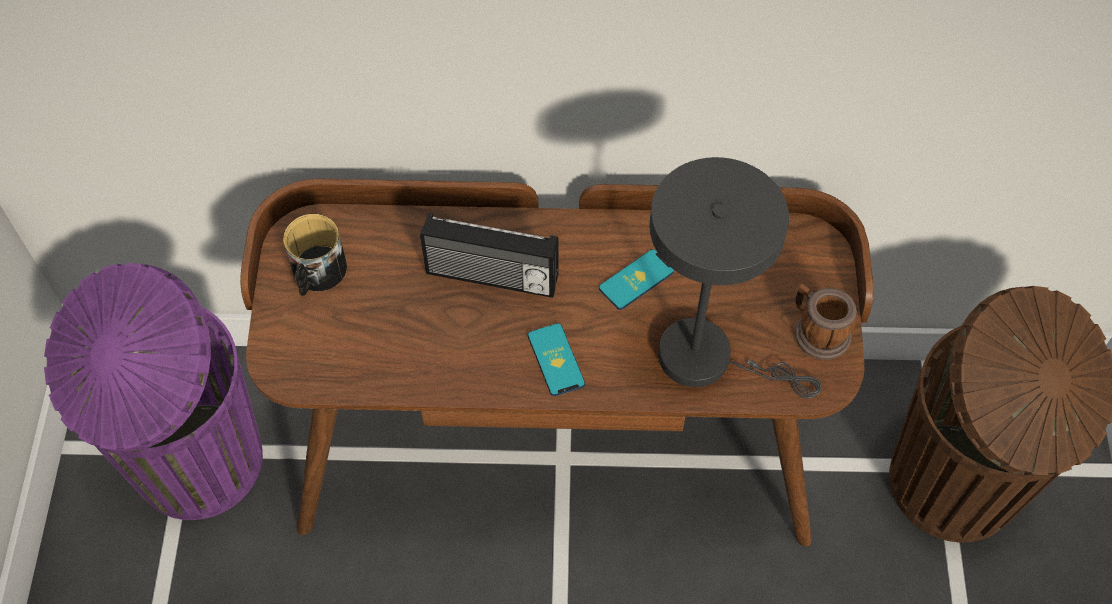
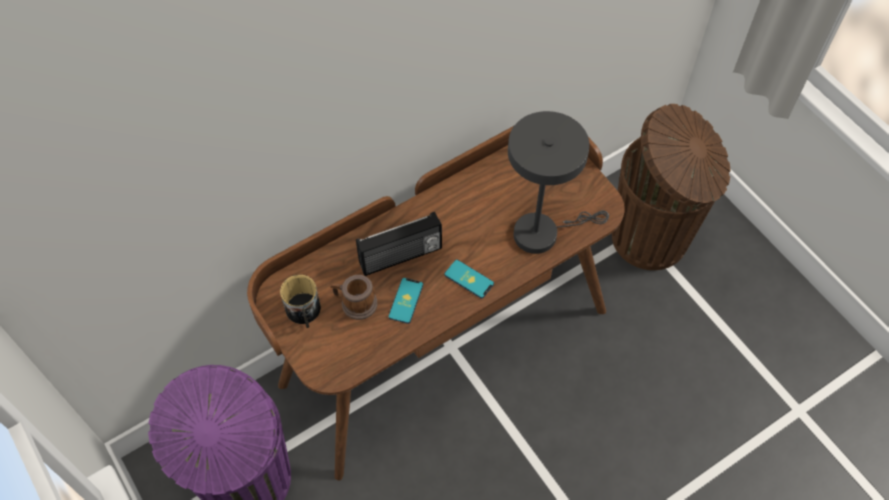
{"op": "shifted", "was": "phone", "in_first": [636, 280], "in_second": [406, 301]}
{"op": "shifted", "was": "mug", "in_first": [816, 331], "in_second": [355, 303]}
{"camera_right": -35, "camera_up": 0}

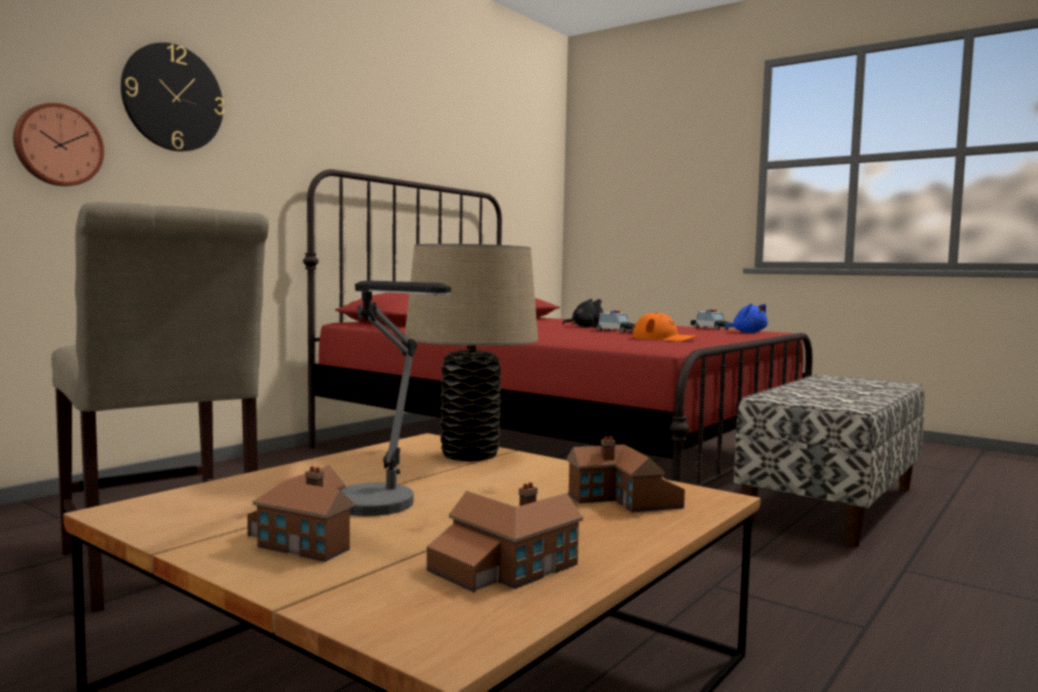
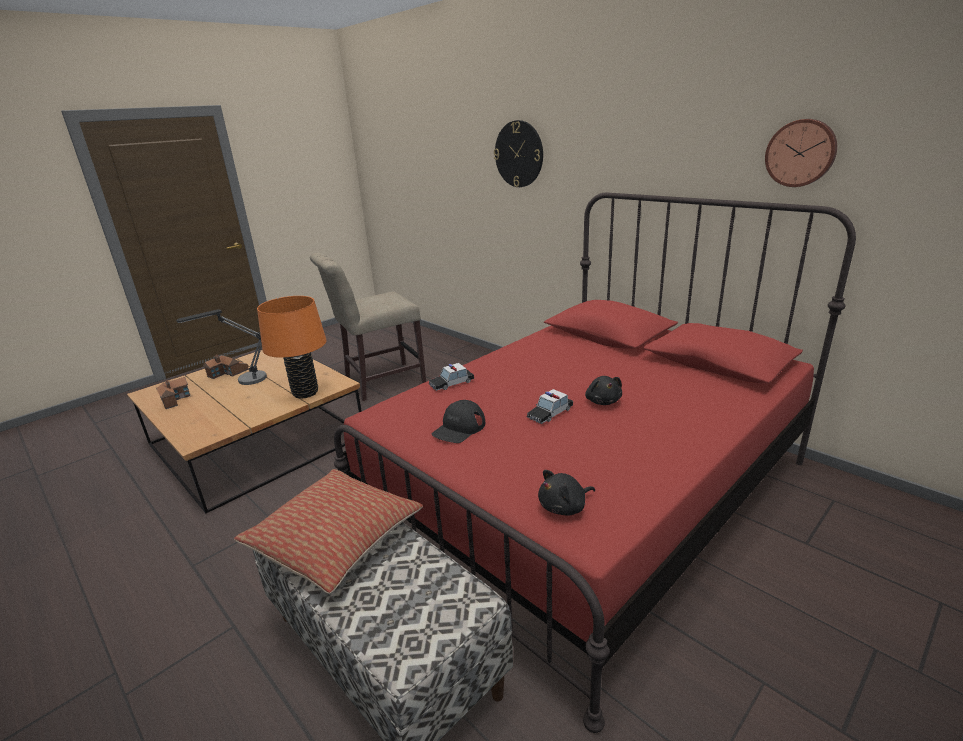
{"op": "shifted", "was": "wall clock", "in_first": [58, 145], "in_second": [801, 153]}
{"op": "repainted", "was": "beige table lamp", "now": "orange table lamp", "in_first": [469, 455], "in_second": [305, 393]}
{"op": "repainted", "was": "blue plush toy", "now": "black plush toy", "in_first": [748, 332], "in_second": [565, 507]}
{"op": "shifted", "was": "toy car", "in_first": [712, 328], "in_second": [451, 383]}
{"op": "repainted", "was": "orange cap", "now": "black cap", "in_first": [664, 338], "in_second": [459, 428]}
{"op": "gone", "was": "toy house", "in_first": [624, 501]}
{"op": "new", "now": "pillow", "in_second": [336, 540]}
{"camera_right": 100, "camera_up": 20}

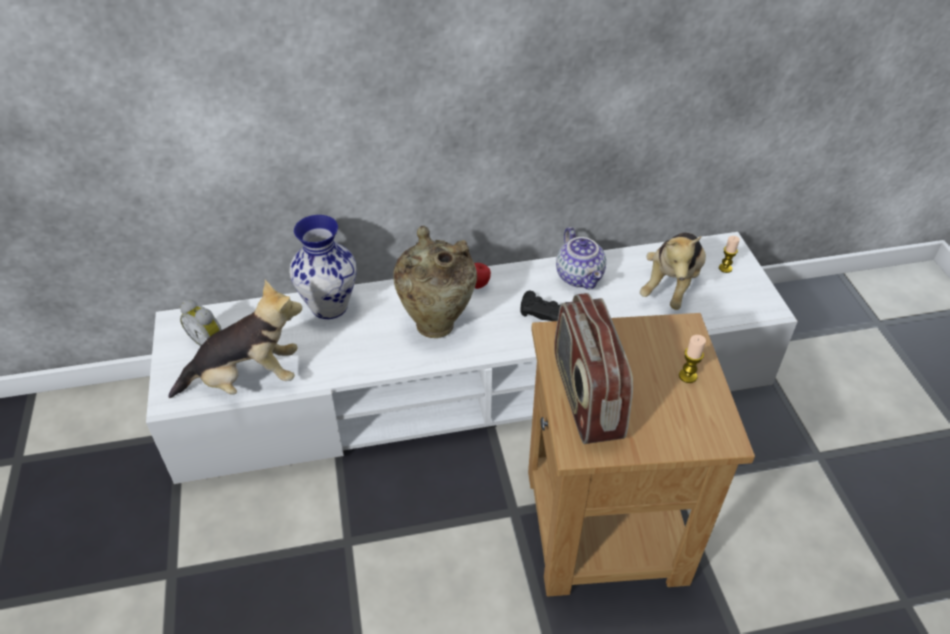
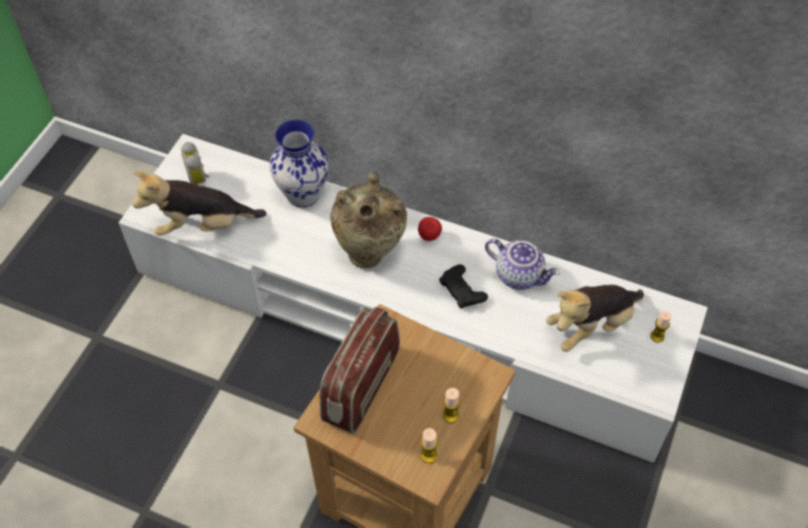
{"op": "rotated", "was": "teapot", "in_first": [580, 277], "in_second": [520, 275], "clockwise": -75}
{"op": "rotated", "was": "plush toy", "in_first": [247, 379], "in_second": [203, 225], "clockwise": 150}
{"op": "new", "now": "candle", "in_second": [428, 455]}
{"camera_right": 35, "camera_up": 10}

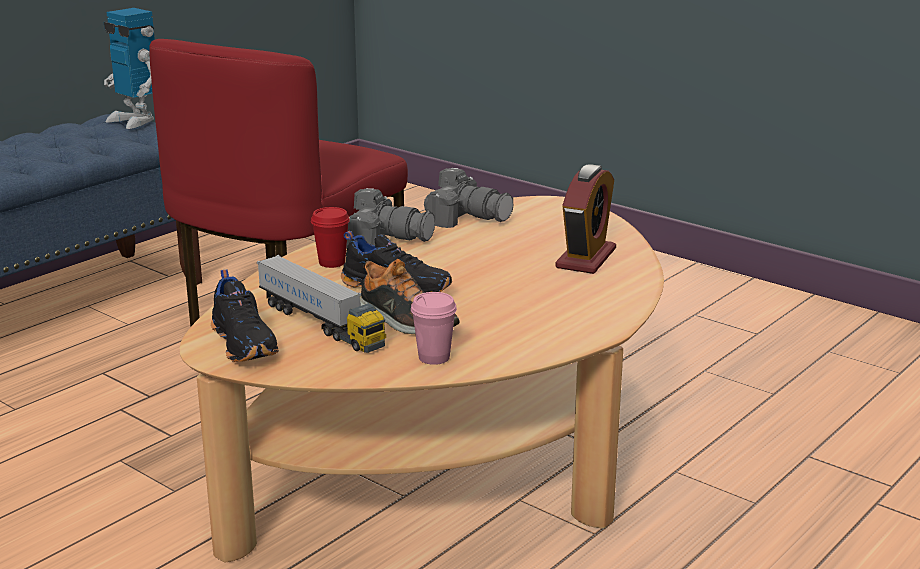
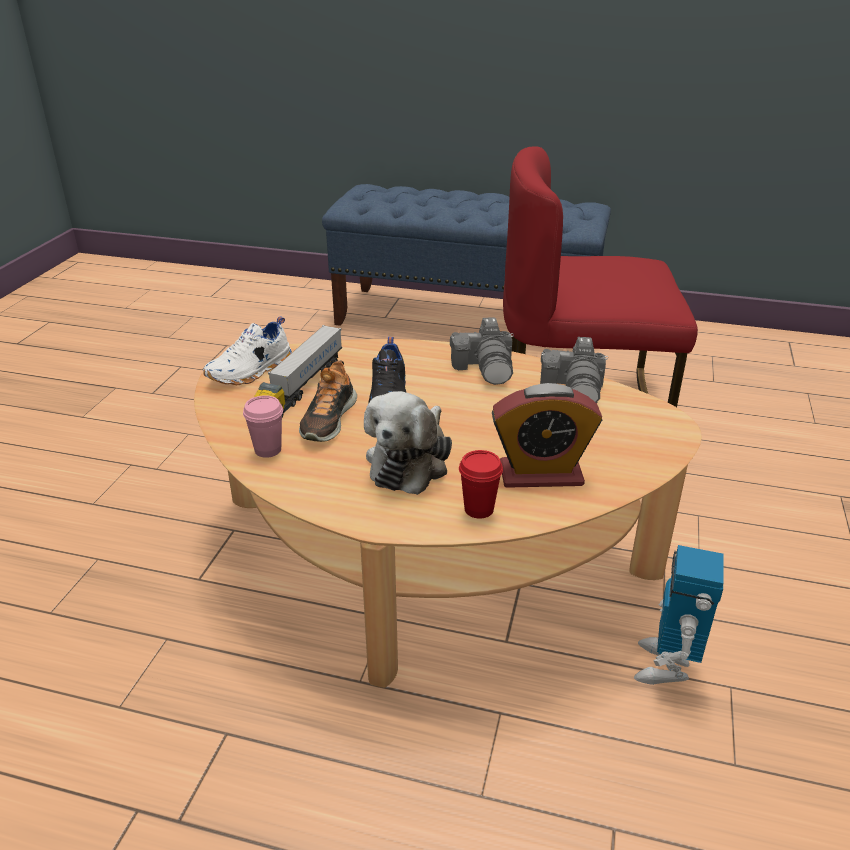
{"op": "shifted", "was": "toy robot", "in_first": [135, 121], "in_second": [666, 666]}
{"op": "shifted", "was": "red cup", "in_first": [332, 263], "in_second": [478, 509]}
{"op": "repainted", "was": "black shoe", "now": "white shoe", "in_first": [245, 344], "in_second": [251, 371]}
{"op": "new", "now": "plush toy", "in_second": [410, 461]}
{"camera_right": 65, "camera_up": 10}

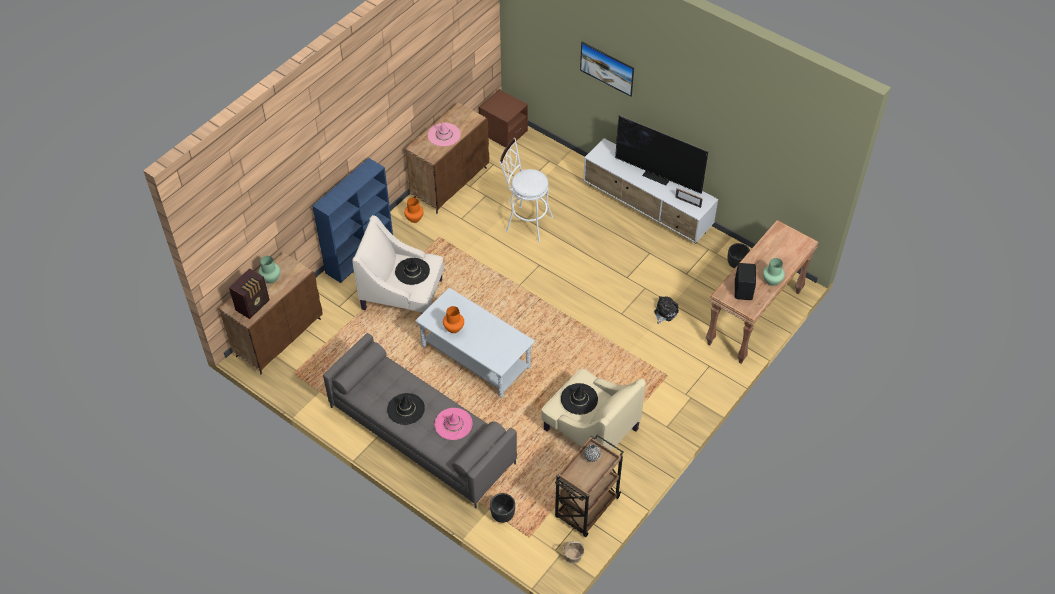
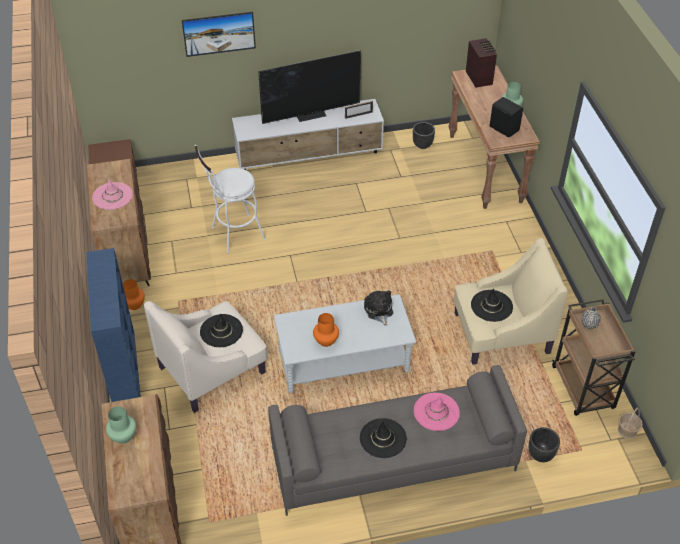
{"op": "shifted", "was": "radio", "in_first": [253, 305], "in_second": [479, 77]}
{"op": "shifted", "was": "plush toy", "in_first": [665, 312], "in_second": [379, 311]}
{"camera_right": -50, "camera_up": -5}

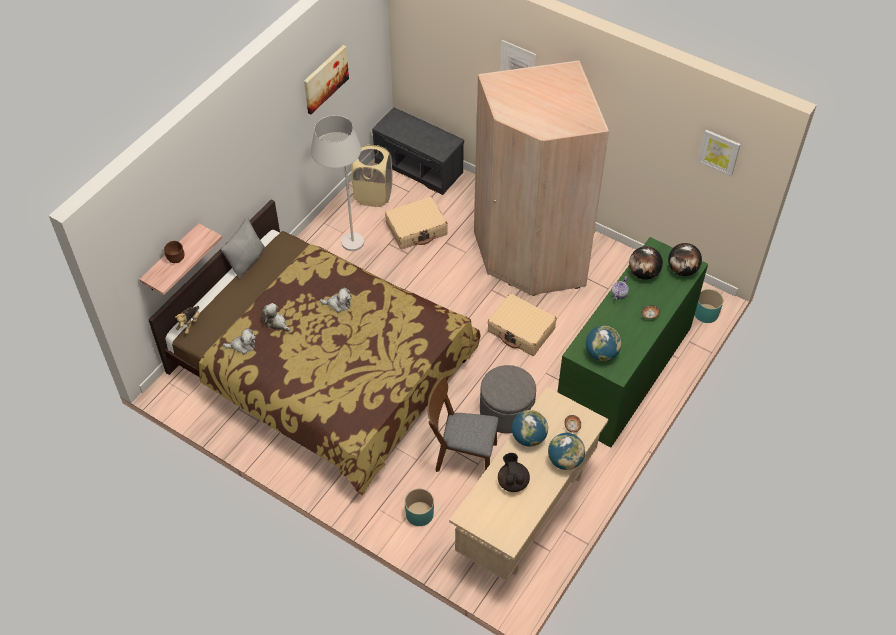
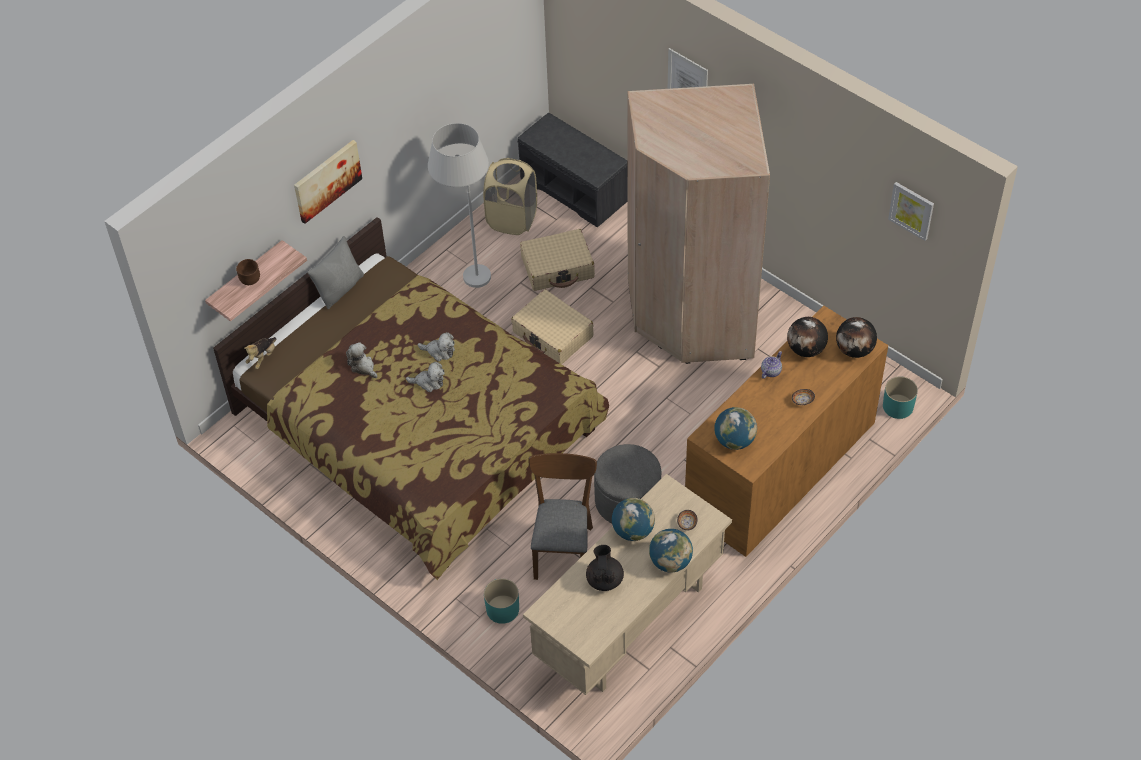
{"op": "shifted", "was": "picture", "in_first": [325, 79], "in_second": [327, 180]}
{"op": "repainted", "was": "green dresser", "now": "brown dresser", "in_first": [624, 371], "in_second": [780, 467]}
{"op": "shifted", "was": "beige suitcase", "in_first": [521, 330], "in_second": [553, 335]}
{"op": "shifted", "was": "plush toy", "in_first": [242, 346], "in_second": [428, 382]}
{"op": "rotated", "was": "brown chair", "in_first": [461, 455], "in_second": [563, 547], "clockwise": 75}
{"camera_right": 10, "camera_up": 0}

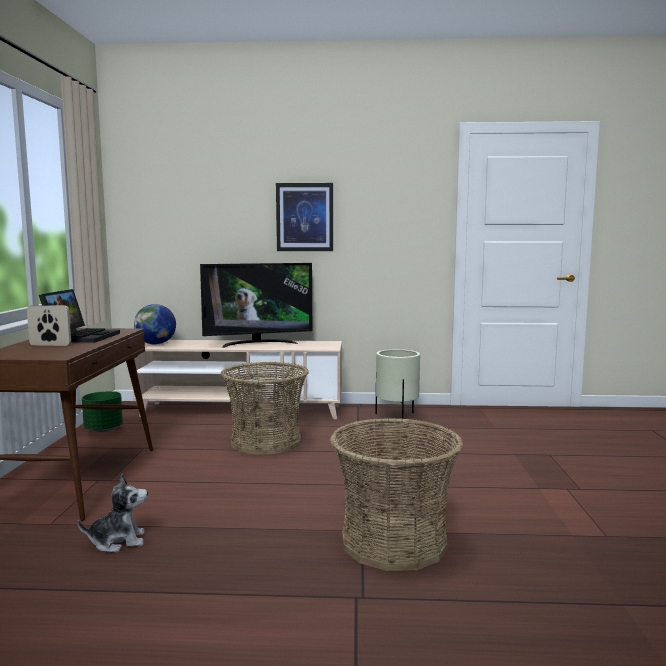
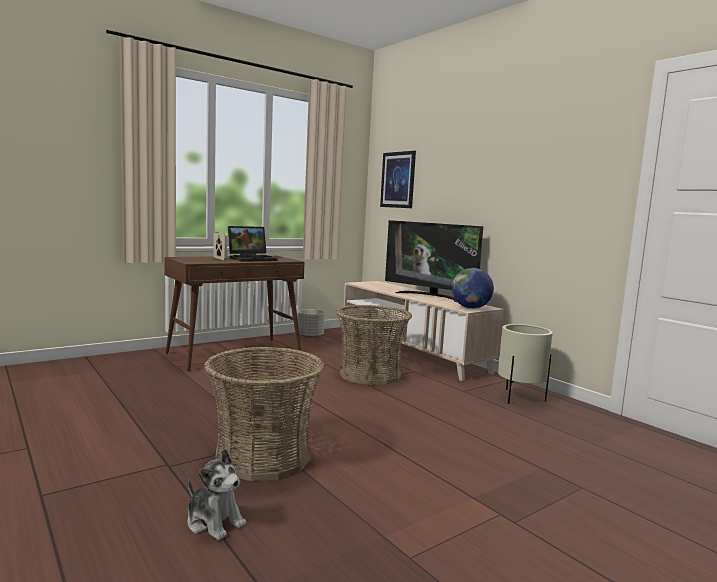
{"op": "shifted", "was": "picture", "in_first": [304, 217], "in_second": [398, 180]}
{"op": "shifted", "was": "globe", "in_first": [156, 344], "in_second": [470, 308]}
{"op": "repainted", "was": "green planter", "now": "grey planter", "in_first": [103, 429], "in_second": [310, 336]}
{"op": "shifted", "was": "plush toy", "in_first": [118, 541], "in_second": [214, 522]}
{"camera_right": 50, "camera_up": 0}

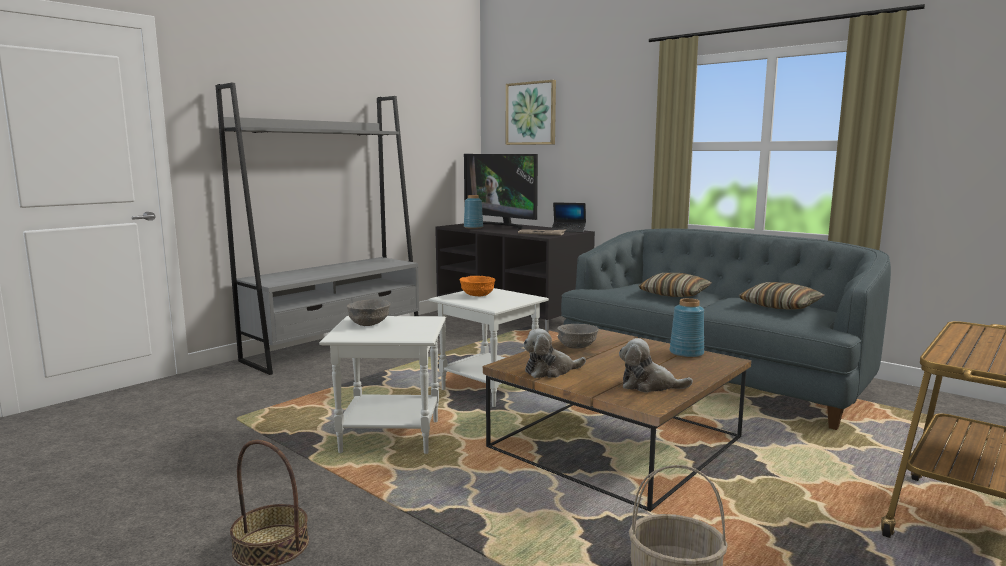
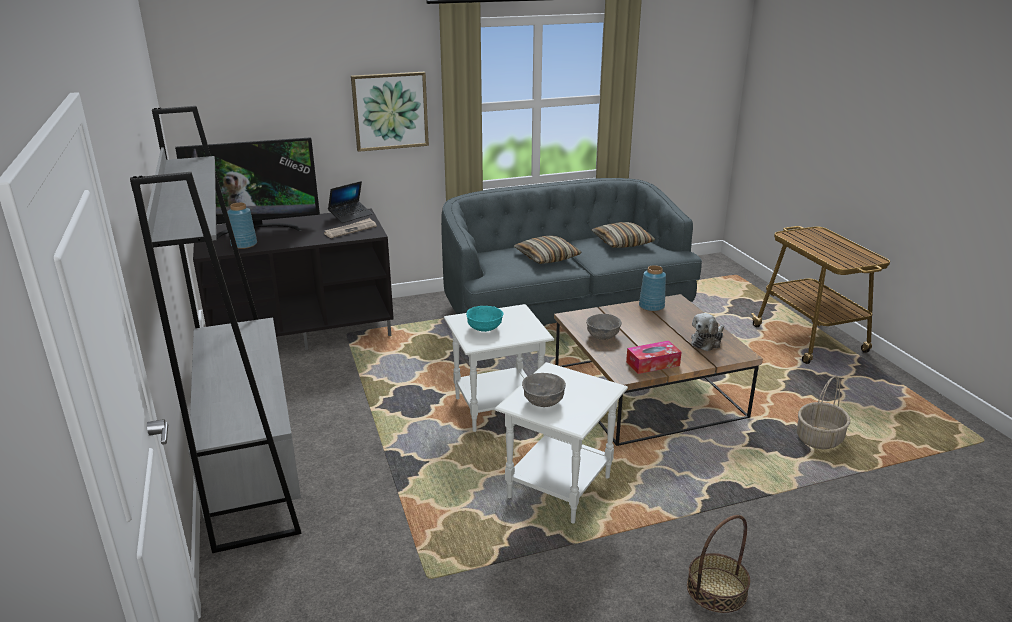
{"op": "shifted", "was": "picture", "in_first": [531, 113], "in_second": [390, 111]}
{"op": "repainted", "was": "orange bowl", "now": "turquoise bowl", "in_first": [477, 295], "in_second": [484, 329]}
{"op": "swapped", "was": "plush toy", "now": "tissue box", "in_first": [550, 371], "in_second": [652, 363]}
{"camera_right": -60, "camera_up": 15}

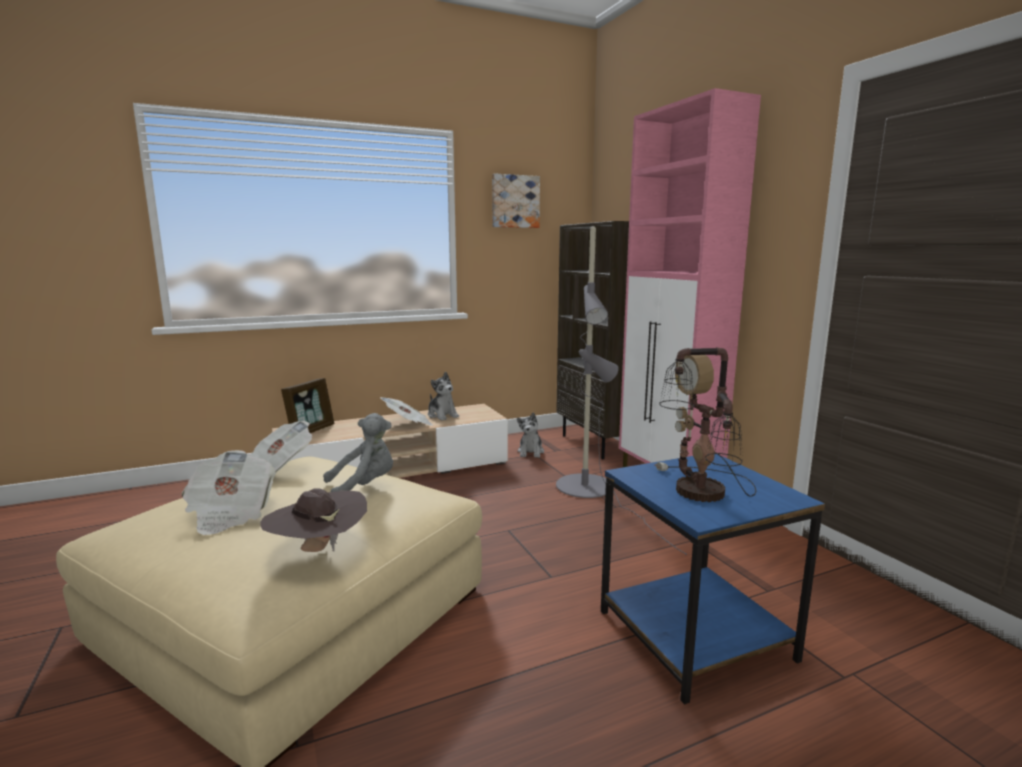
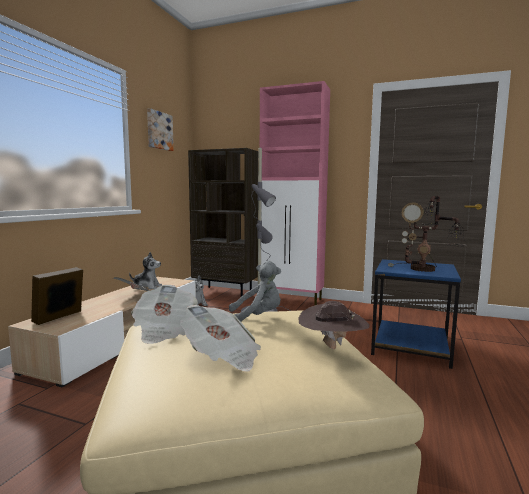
{"op": "rotated", "was": "picture frame", "in_first": [311, 431], "in_second": [59, 317], "clockwise": -135}
{"op": "rotated", "was": "grey plush toy", "in_first": [364, 486], "in_second": [258, 317], "clockwise": 60}
{"camera_right": -45, "camera_up": -5}

